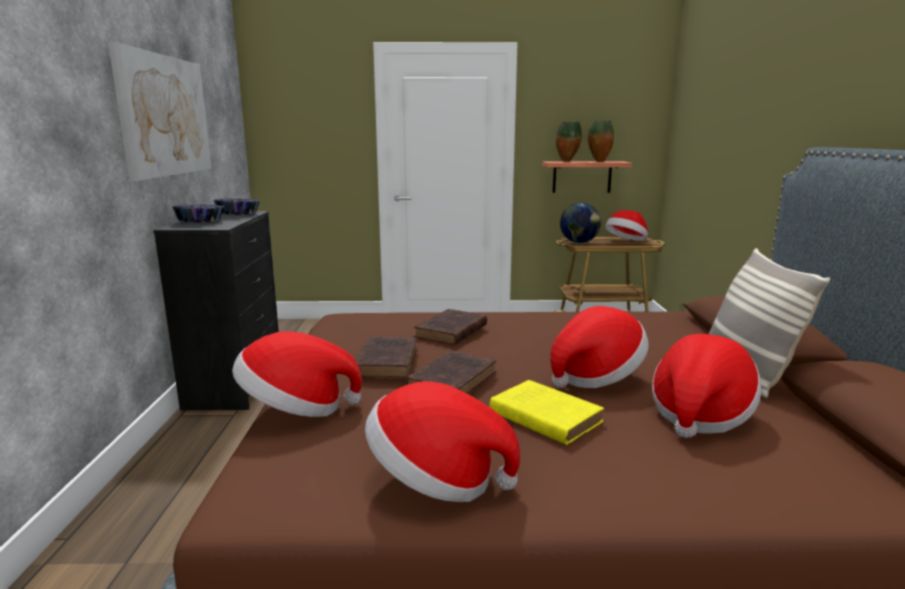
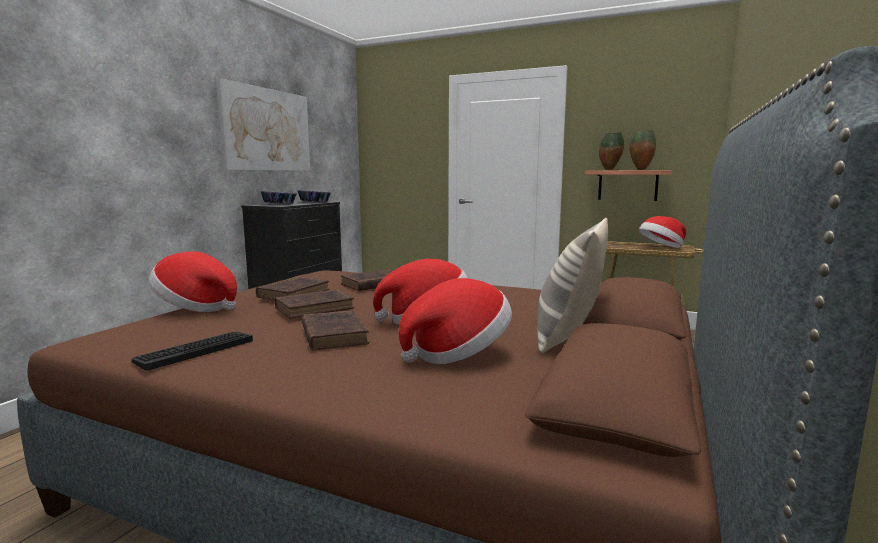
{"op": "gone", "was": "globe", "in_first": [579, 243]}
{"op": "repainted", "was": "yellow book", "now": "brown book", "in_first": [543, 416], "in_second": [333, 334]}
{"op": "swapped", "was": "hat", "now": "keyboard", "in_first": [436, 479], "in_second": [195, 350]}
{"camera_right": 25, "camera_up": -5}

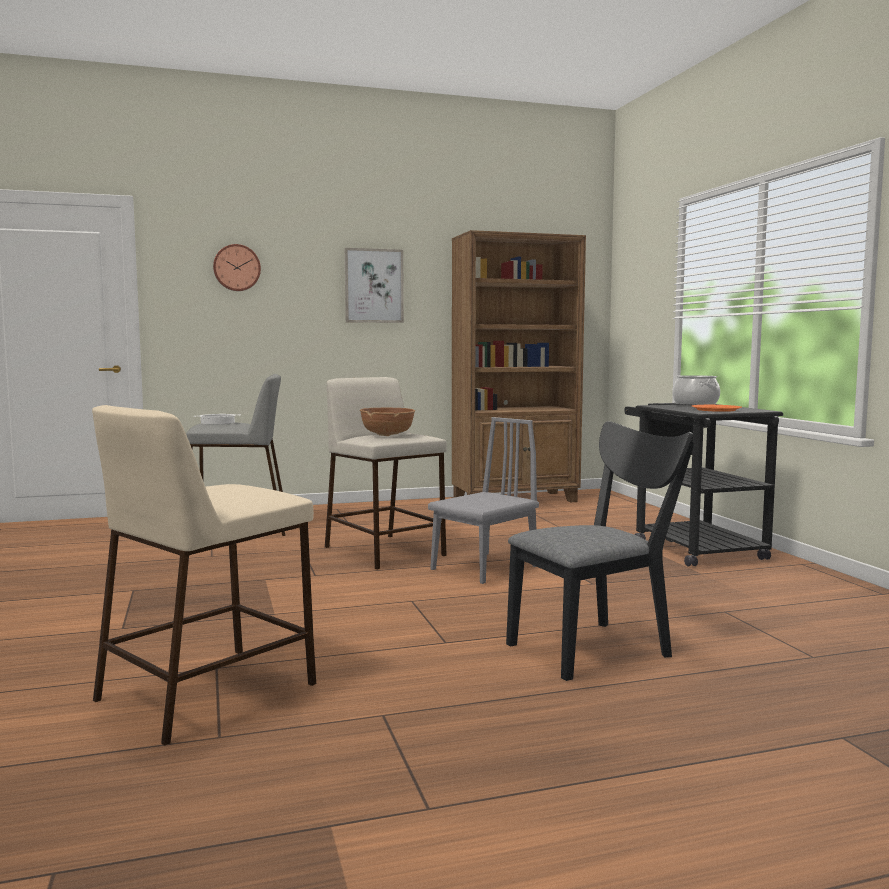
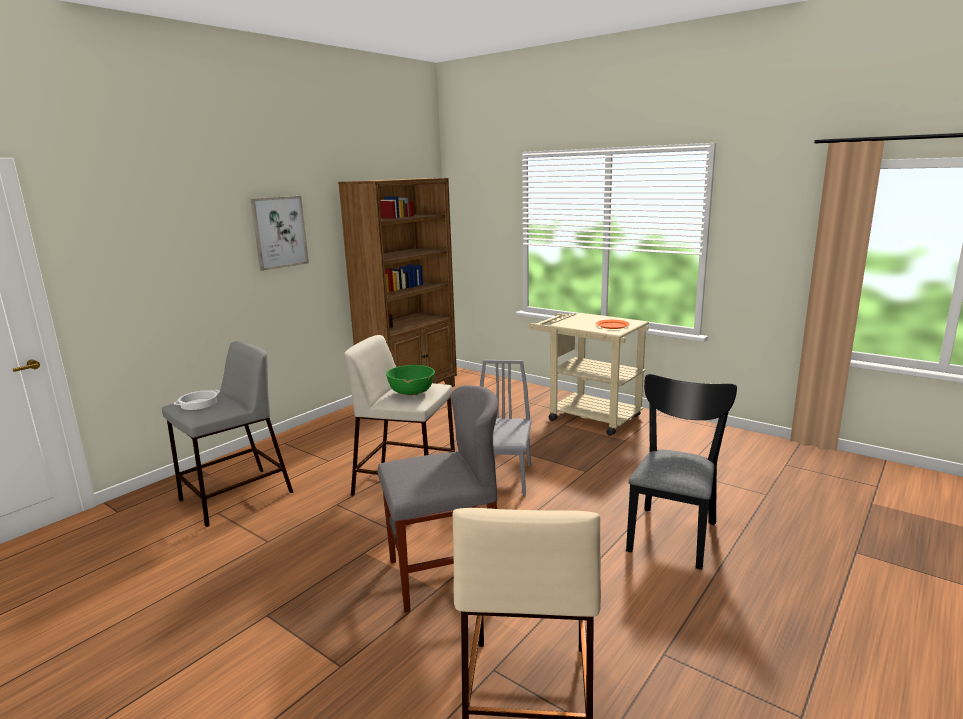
{"op": "gone", "was": "wall clock", "in_first": [237, 268]}
{"op": "gone", "was": "cooking pot", "in_first": [695, 404]}
{"op": "repainted", "was": "black cart", "now": "beige cart", "in_first": [691, 547], "in_second": [587, 416]}
{"op": "repainted", "was": "brown bowl", "now": "green bowl", "in_first": [387, 435], "in_second": [411, 392]}
{"op": "new", "now": "grey chair", "in_second": [445, 574]}
{"camera_right": -35, "camera_up": 10}

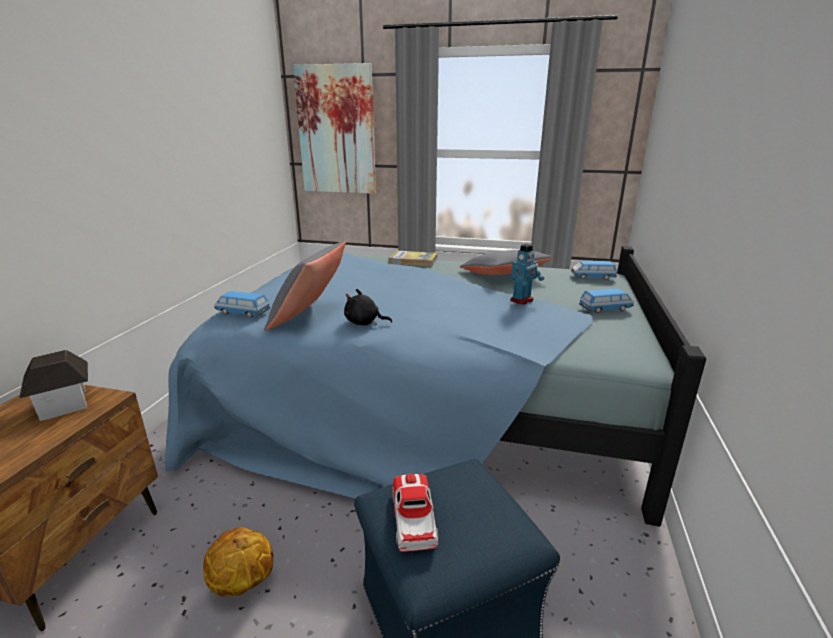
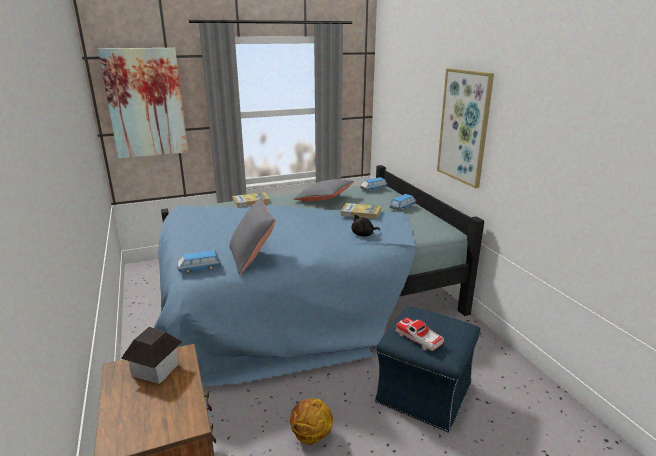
{"op": "swapped", "was": "toy robot", "now": "book", "in_first": [522, 300], "in_second": [360, 213]}
{"op": "shifted", "was": "black plush toy", "in_first": [364, 323], "in_second": [364, 234]}
{"op": "new", "now": "picture", "in_second": [464, 127]}
{"camera_right": -35, "camera_up": 0}

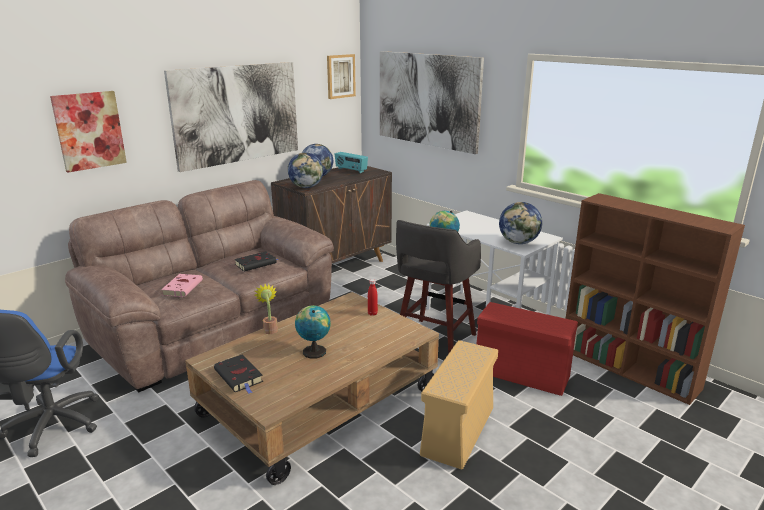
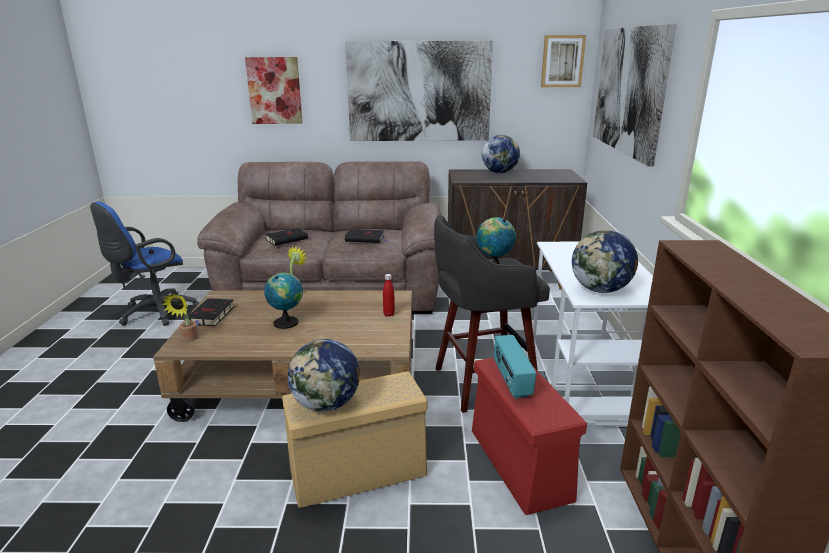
{"op": "shifted", "was": "globe", "in_first": [306, 187], "in_second": [326, 404]}
{"op": "shifted", "was": "radio", "in_first": [351, 170], "in_second": [511, 381]}
{"op": "repainted", "was": "pink book", "now": "black book", "in_first": [183, 287], "in_second": [288, 239]}
{"op": "new", "now": "potted plant", "in_second": [188, 339]}
{"camera_right": 45, "camera_up": 0}

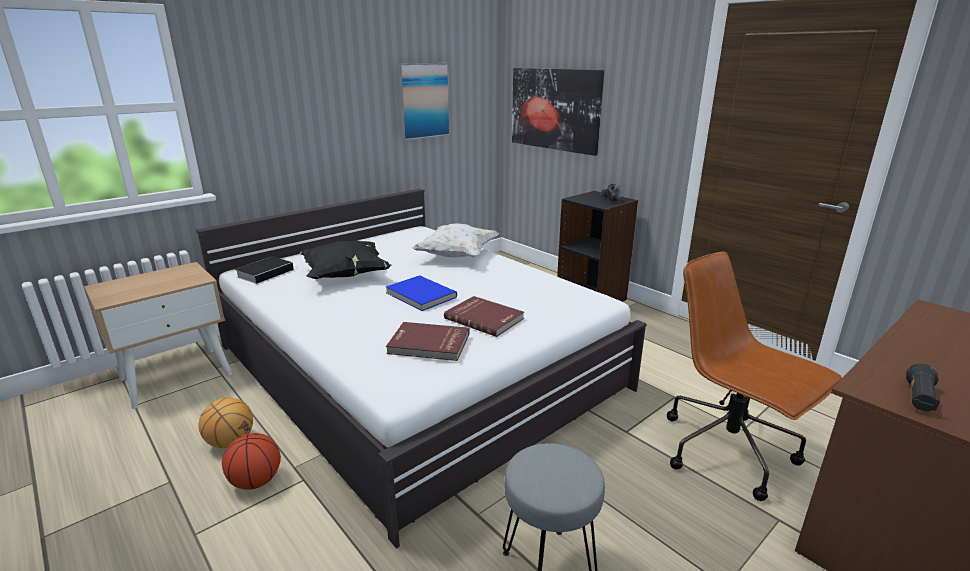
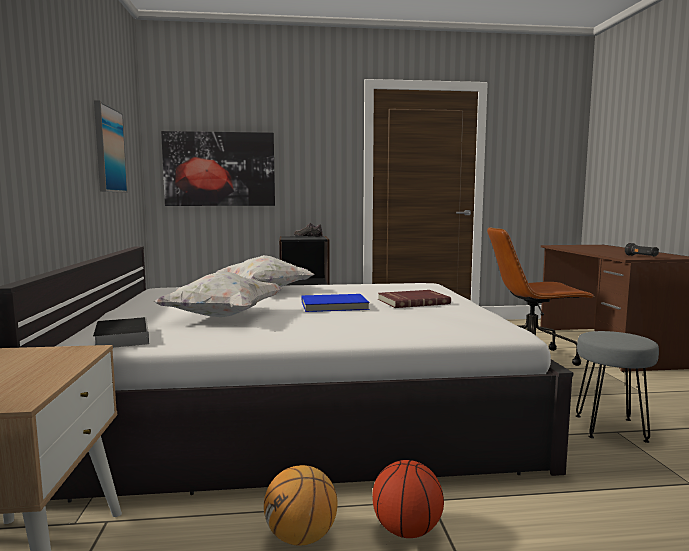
{"op": "repainted", "was": "black pillow", "now": "white pillow", "in_first": [345, 275], "in_second": [223, 317]}
{"op": "gone", "was": "red book", "in_first": [428, 344]}
{"camera_right": -55, "camera_up": -15}

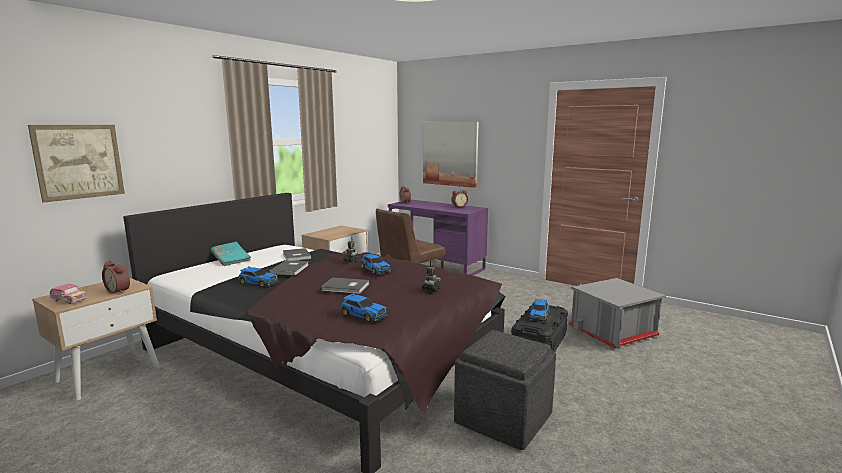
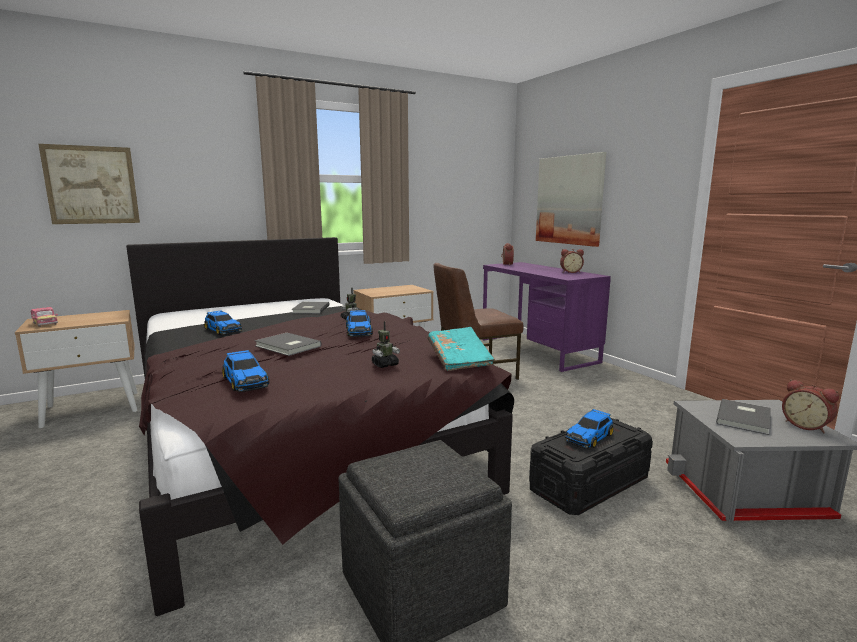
{"op": "shifted", "was": "turquoise book", "in_first": [231, 260], "in_second": [459, 359]}
{"op": "shifted", "was": "grey book", "in_first": [291, 269], "in_second": [745, 418]}
{"op": "shifted", "was": "alarm clock", "in_first": [119, 290], "in_second": [806, 426]}
{"camera_right": 25, "camera_up": 0}

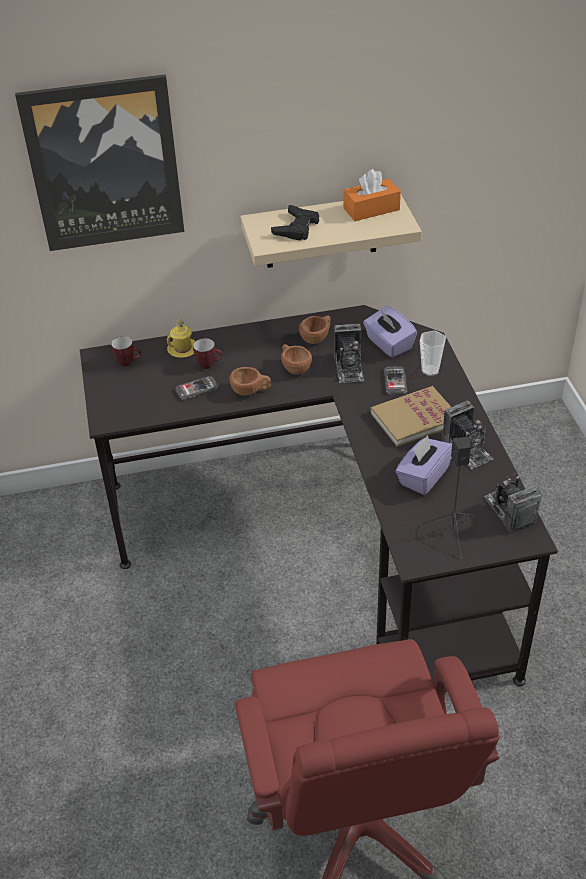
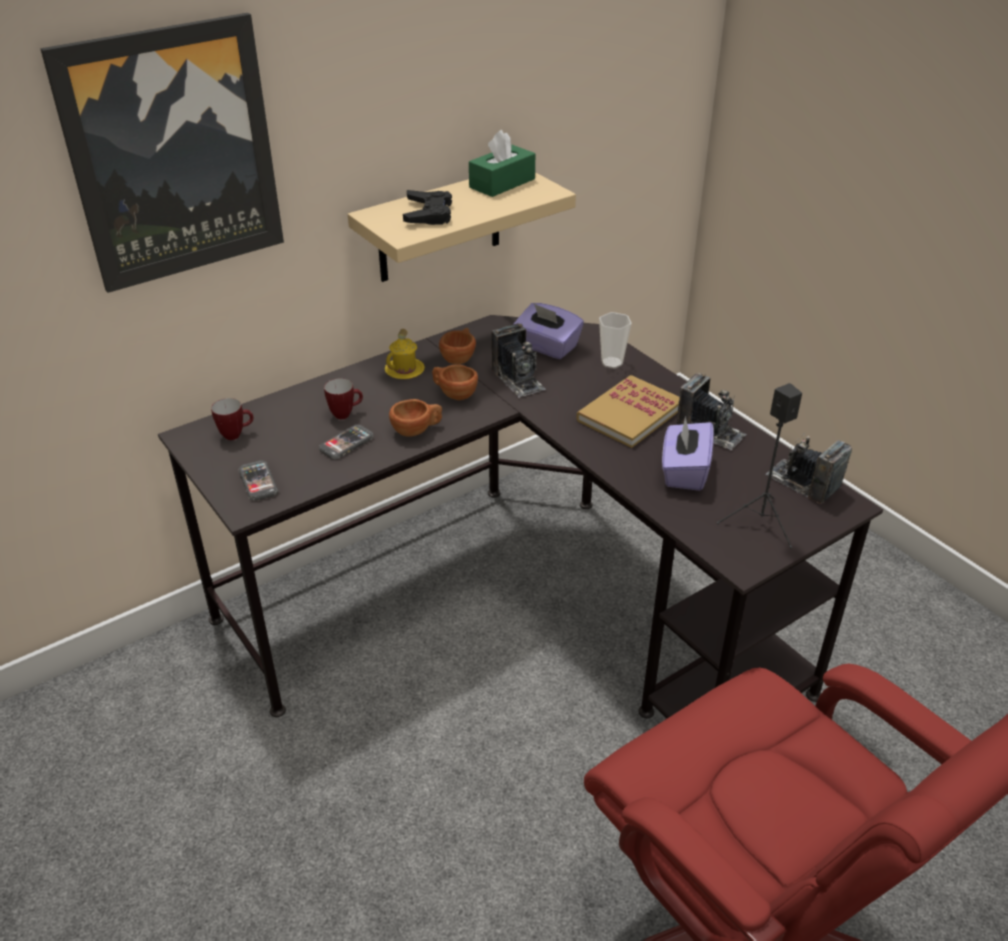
{"op": "repainted", "was": "orange tissue box", "now": "green tissue box", "in_first": [371, 209], "in_second": [502, 183]}
{"op": "shifted", "was": "yellow mug", "in_first": [183, 349], "in_second": [404, 370]}
{"op": "shifted", "was": "phone", "in_first": [395, 381], "in_second": [258, 482]}
{"camera_right": -25, "camera_up": -5}

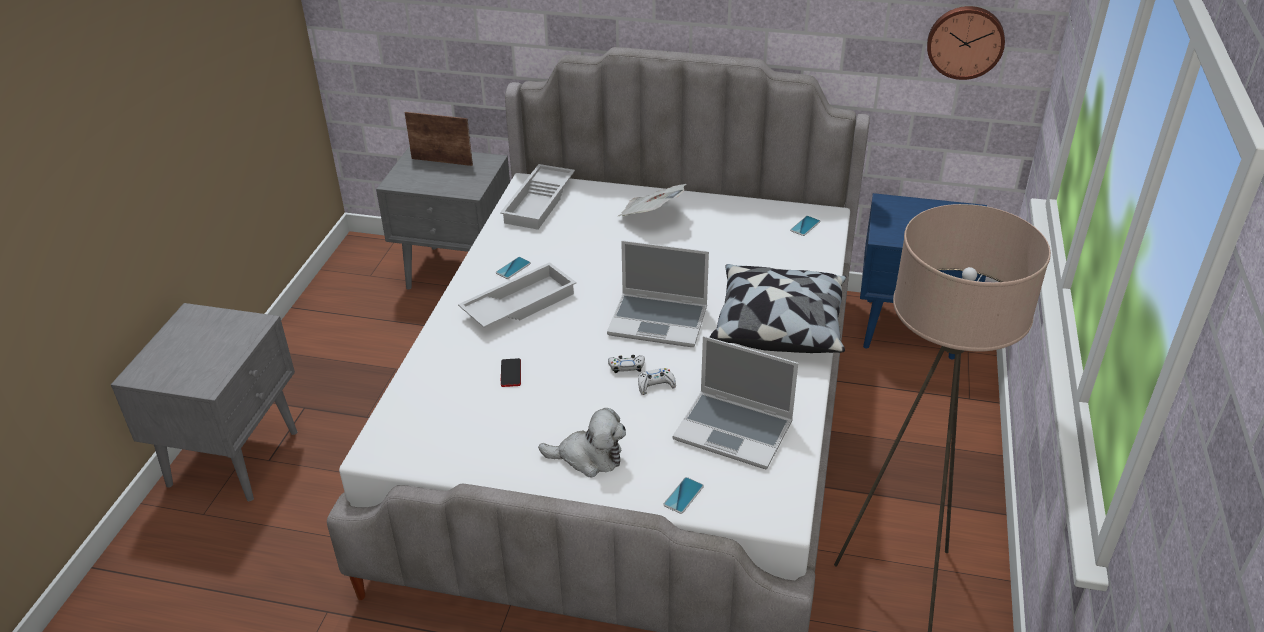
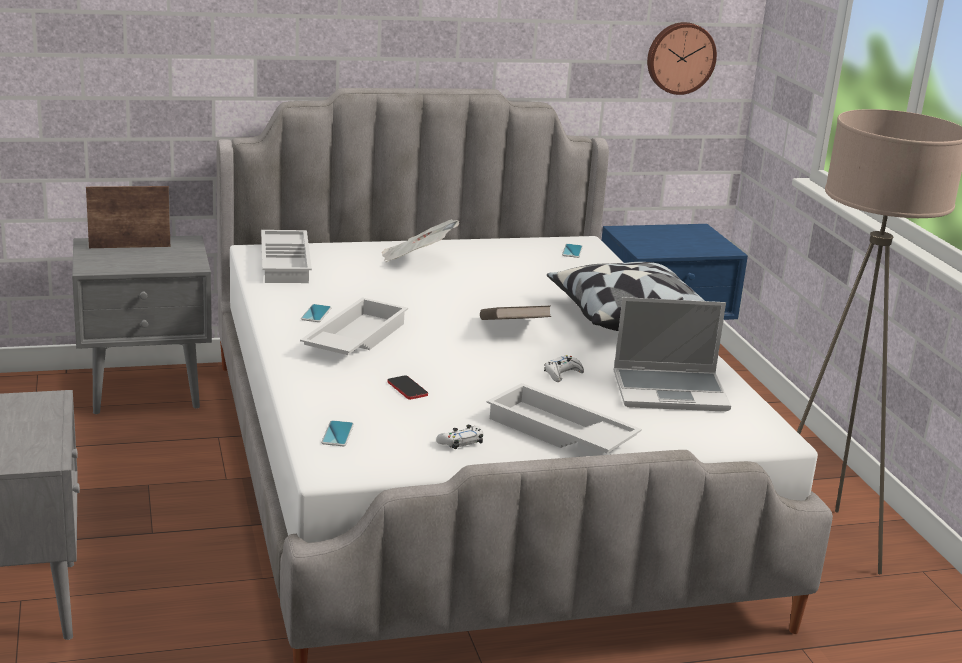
{"op": "swapped", "was": "laptop", "now": "brown book", "in_first": [659, 321], "in_second": [513, 330]}
{"op": "shifted", "was": "white game controller", "in_first": [626, 367], "in_second": [461, 442]}
{"op": "swapped", "was": "plush toy", "now": "white tray", "in_first": [588, 457], "in_second": [558, 433]}
{"op": "shifted", "was": "phone", "in_first": [683, 496], "in_second": [337, 434]}
{"camera_right": -30, "camera_up": -15}

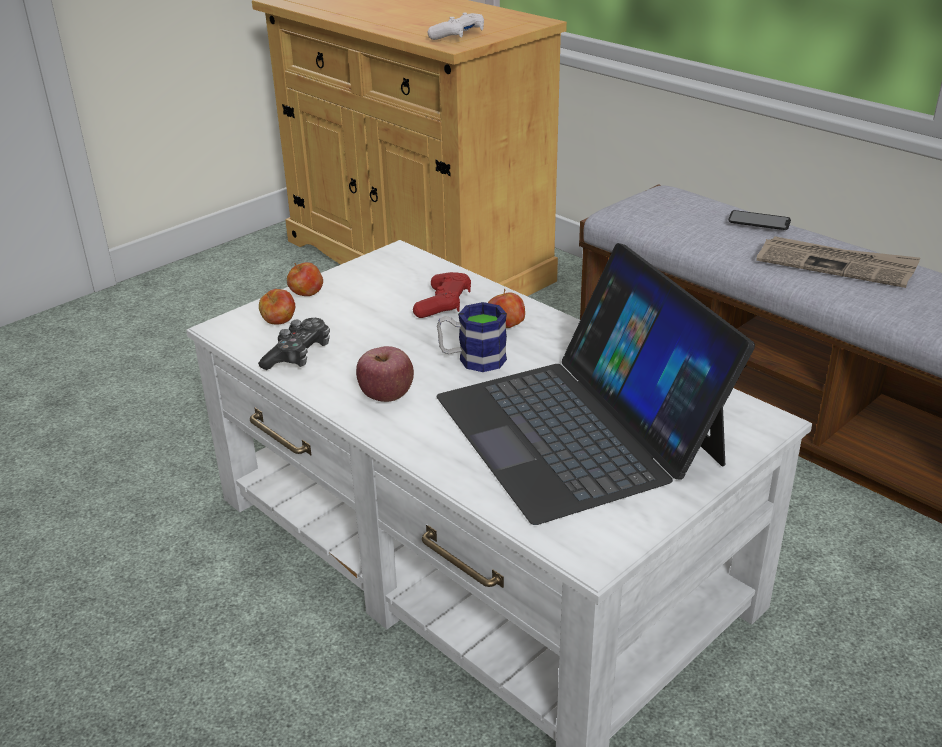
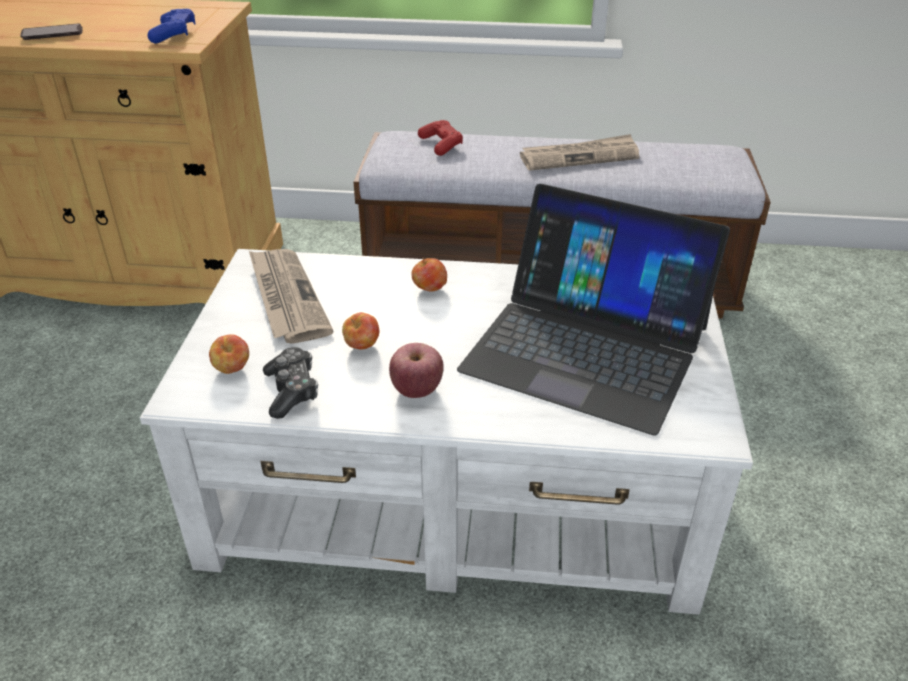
{"op": "repainted", "was": "white game controller", "now": "blue game controller", "in_first": [458, 36], "in_second": [174, 35]}
{"op": "shifted", "was": "phone", "in_first": [759, 222], "in_second": [52, 34]}
{"op": "shifted", "was": "apple", "in_first": [306, 295], "in_second": [362, 346]}
{"op": "shifted", "was": "red game controller", "in_first": [443, 304], "in_second": [441, 144]}
{"op": "gone", "was": "mug", "in_first": [472, 359]}
{"op": "new", "now": "newspaper", "in_second": [286, 297]}
{"camera_right": -40, "camera_up": 5}

